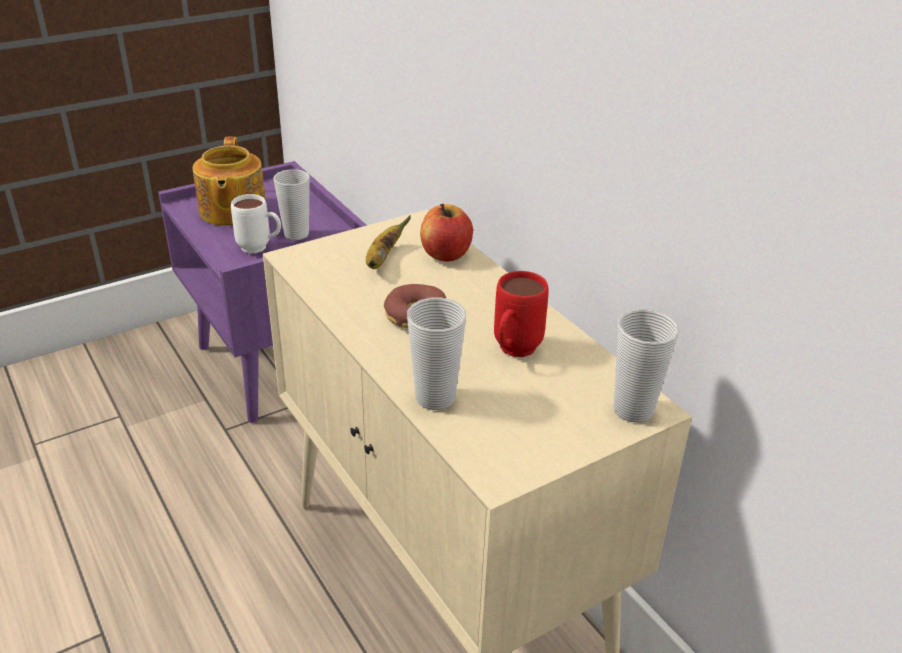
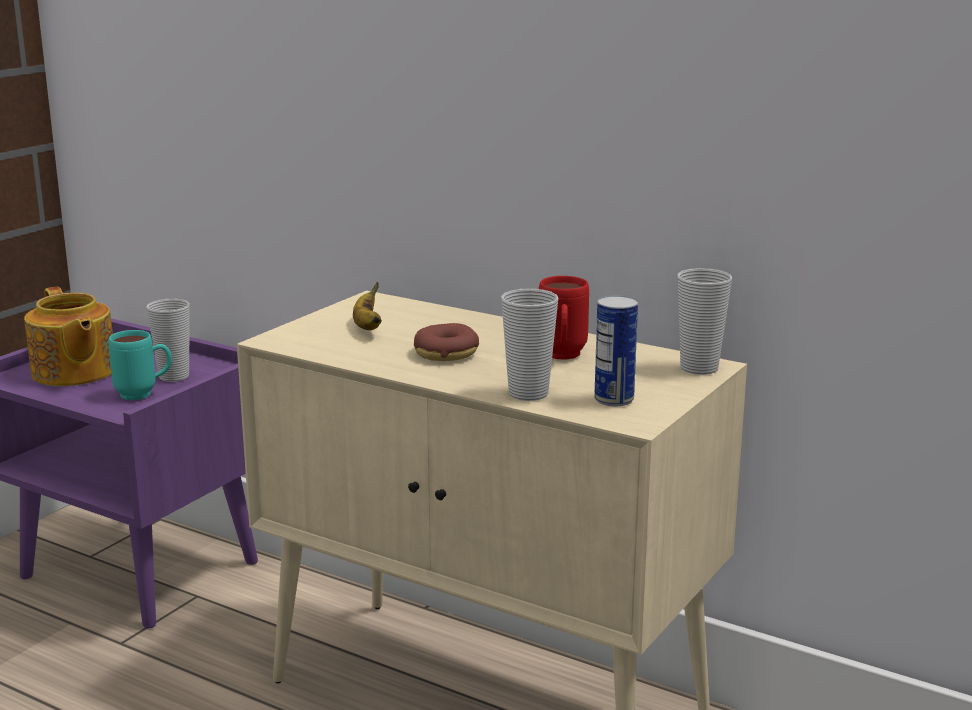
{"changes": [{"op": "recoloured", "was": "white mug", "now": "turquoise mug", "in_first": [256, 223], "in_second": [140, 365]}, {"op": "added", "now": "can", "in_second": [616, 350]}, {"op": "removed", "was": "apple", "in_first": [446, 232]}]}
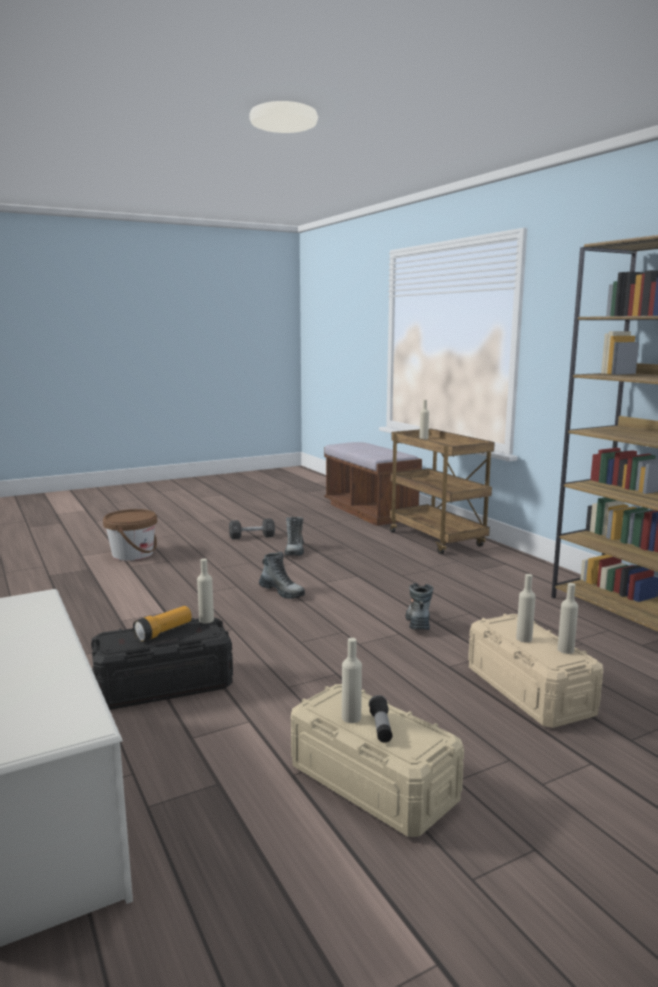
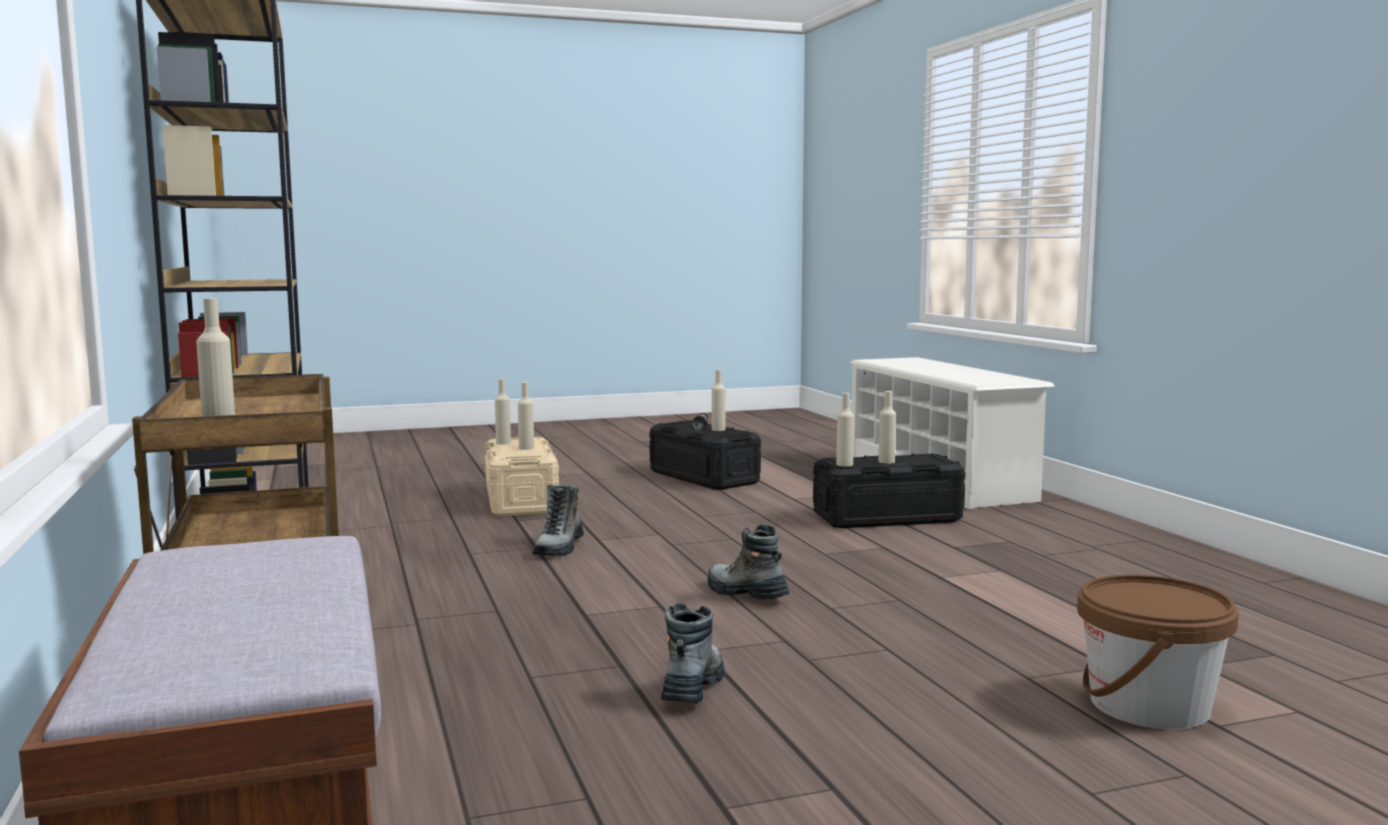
{"changes": [{"op": "recoloured", "was": "beige storage box", "now": "black storage box", "in_first": [377, 760], "in_second": [705, 455]}, {"op": "replaced", "was": "flashlight", "now": "beige bottle", "in_first": [162, 624], "in_second": [887, 427]}, {"op": "removed", "was": "black dumbbell", "in_first": [252, 528]}]}
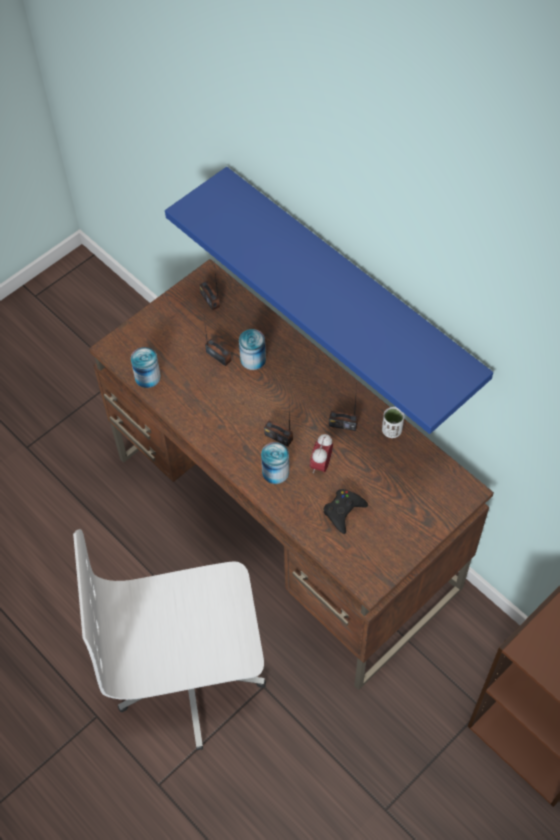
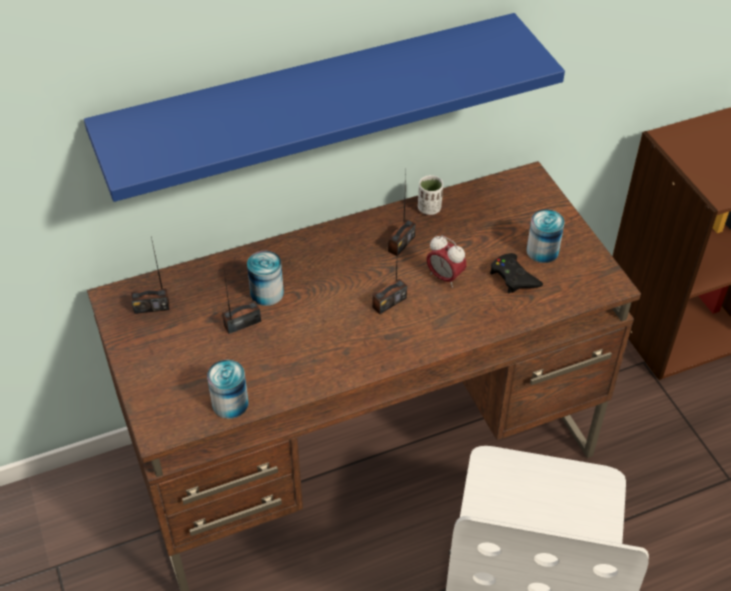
{"changes": [{"op": "moved", "was": "can", "in_first": [275, 463], "in_second": [545, 236]}]}
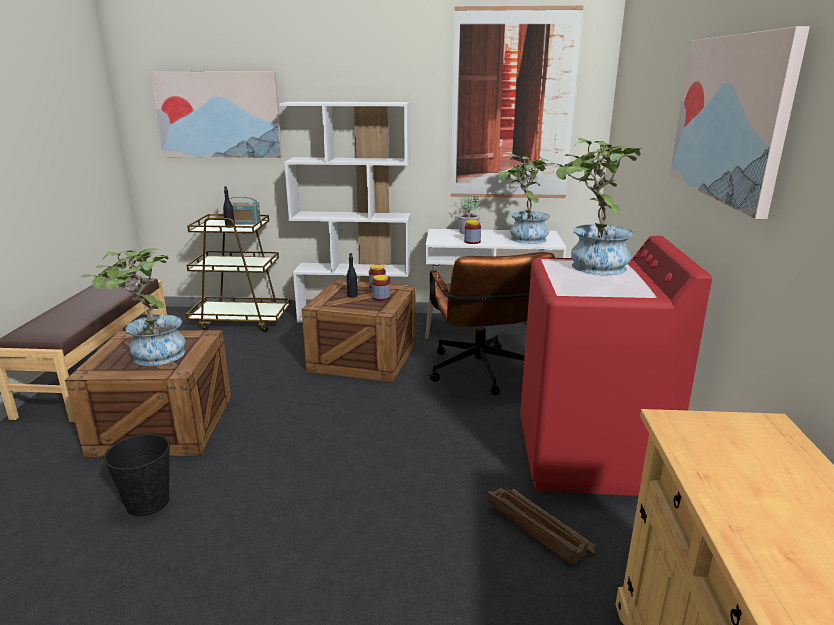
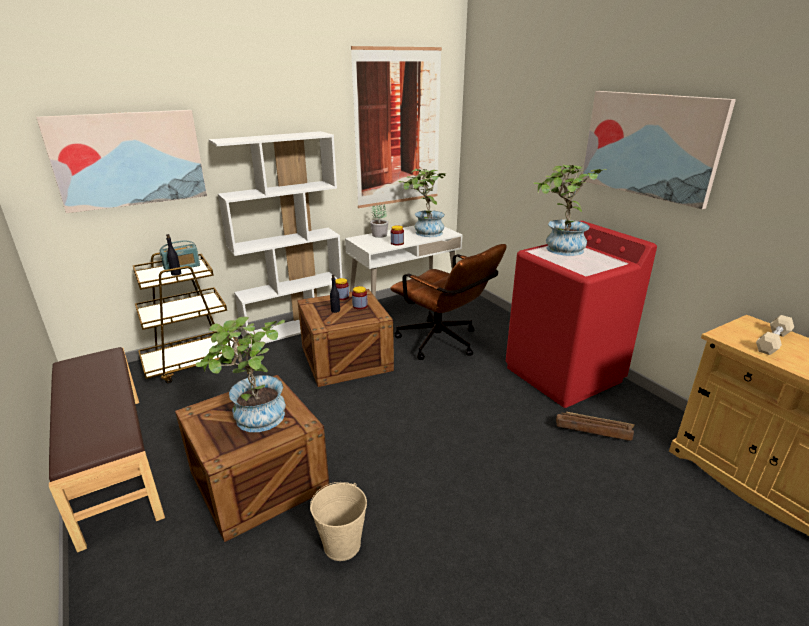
{"changes": [{"op": "recoloured", "was": "black bucket", "now": "beige bucket", "in_first": [136, 474], "in_second": [338, 521]}, {"op": "added", "now": "beige dumbbell", "in_second": [775, 335]}]}
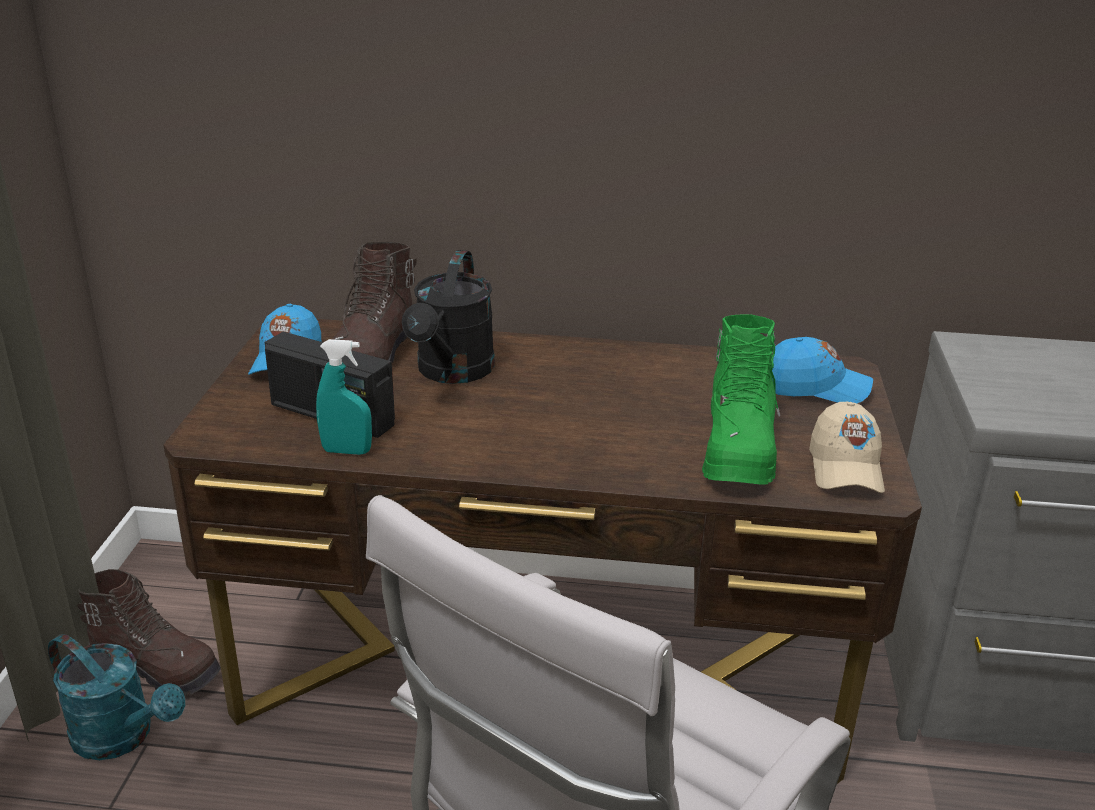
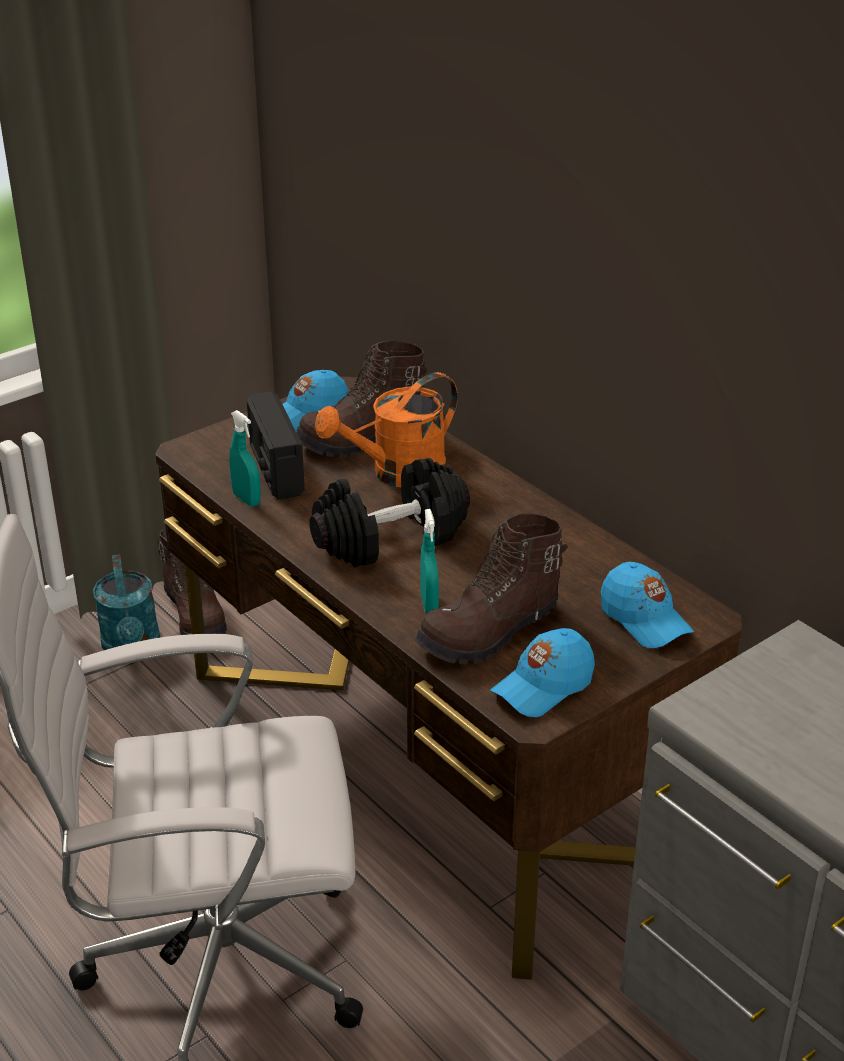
{"changes": [{"op": "added", "now": "black dumbbell", "in_second": [389, 513]}, {"op": "recoloured", "was": "black watering can", "now": "orange watering can", "in_first": [448, 317], "in_second": [386, 429]}, {"op": "recoloured", "was": "green boot", "now": "brown boot", "in_first": [741, 400], "in_second": [491, 588]}, {"op": "added", "now": "turquoise spray bottle", "in_second": [429, 561]}, {"op": "recoloured", "was": "beige cap", "now": "blue cap", "in_first": [847, 447], "in_second": [542, 672]}]}
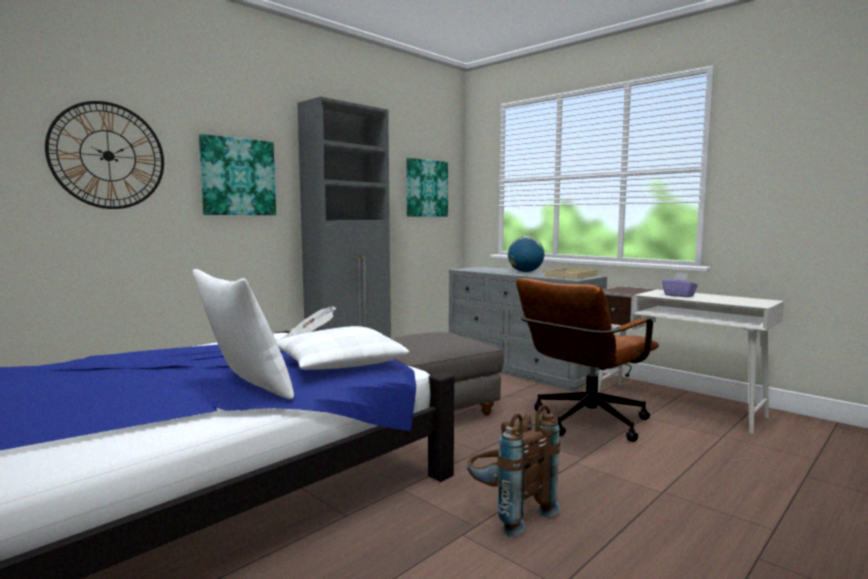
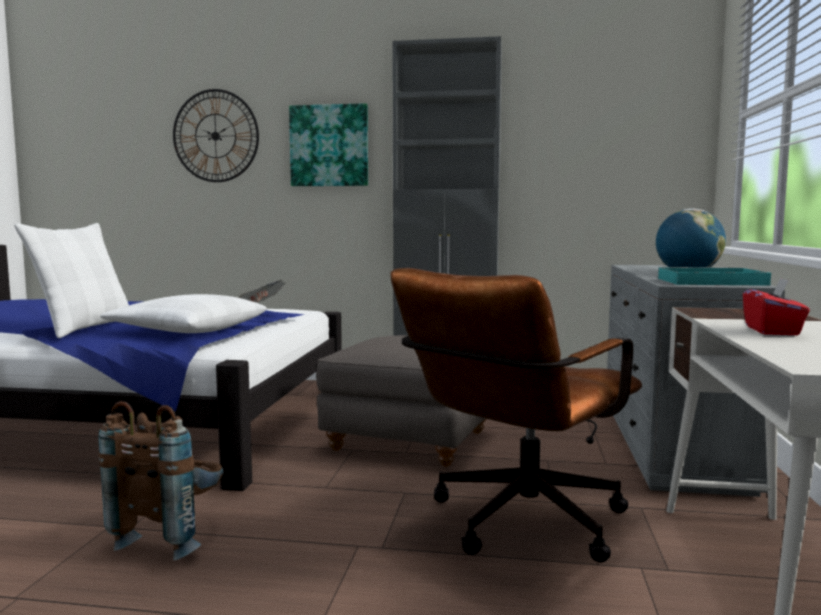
{"changes": [{"op": "turned", "was": "brown office chair", "in_first": [587, 360], "in_second": [516, 415], "clockwise": -60}, {"op": "recoloured", "was": "beige tray", "now": "turquoise tray", "in_first": [570, 273], "in_second": [714, 276]}, {"op": "recoloured", "was": "purple tissue box", "now": "red tissue box", "in_first": [680, 285], "in_second": [776, 306]}, {"op": "removed", "was": "picture", "in_first": [427, 187]}]}
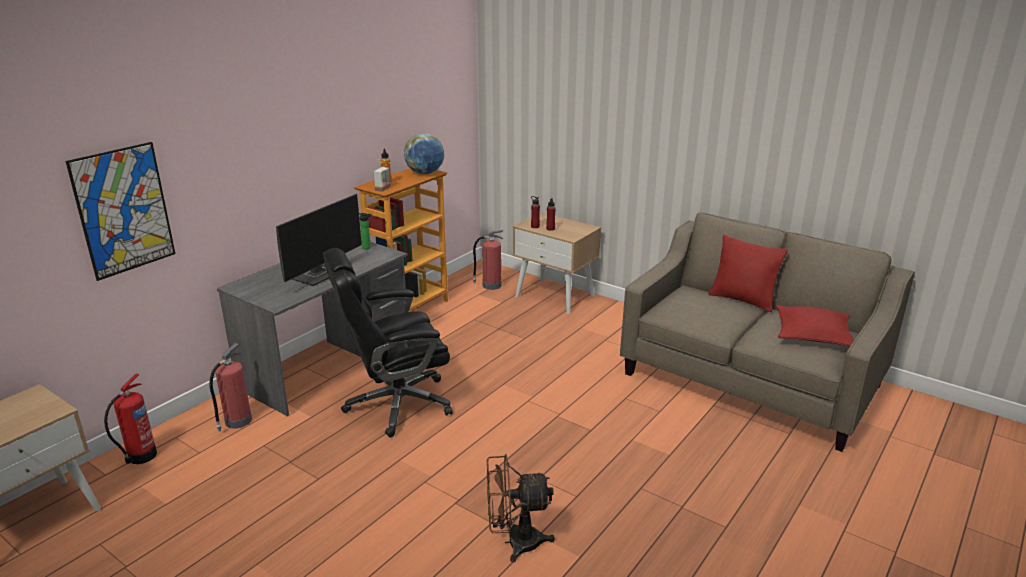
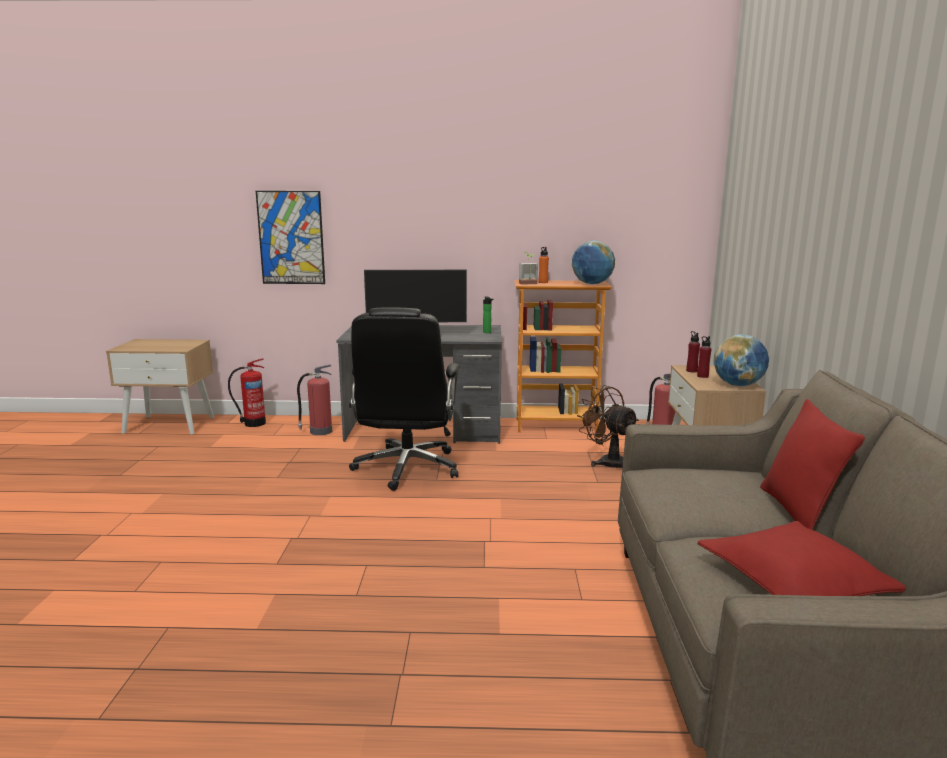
{"changes": [{"op": "turned", "was": "black office chair", "in_first": [388, 342], "in_second": [404, 399], "clockwise": -120}, {"op": "moved", "was": "brown fan", "in_first": [521, 508], "in_second": [608, 426]}, {"op": "added", "now": "globe", "in_second": [741, 360]}]}
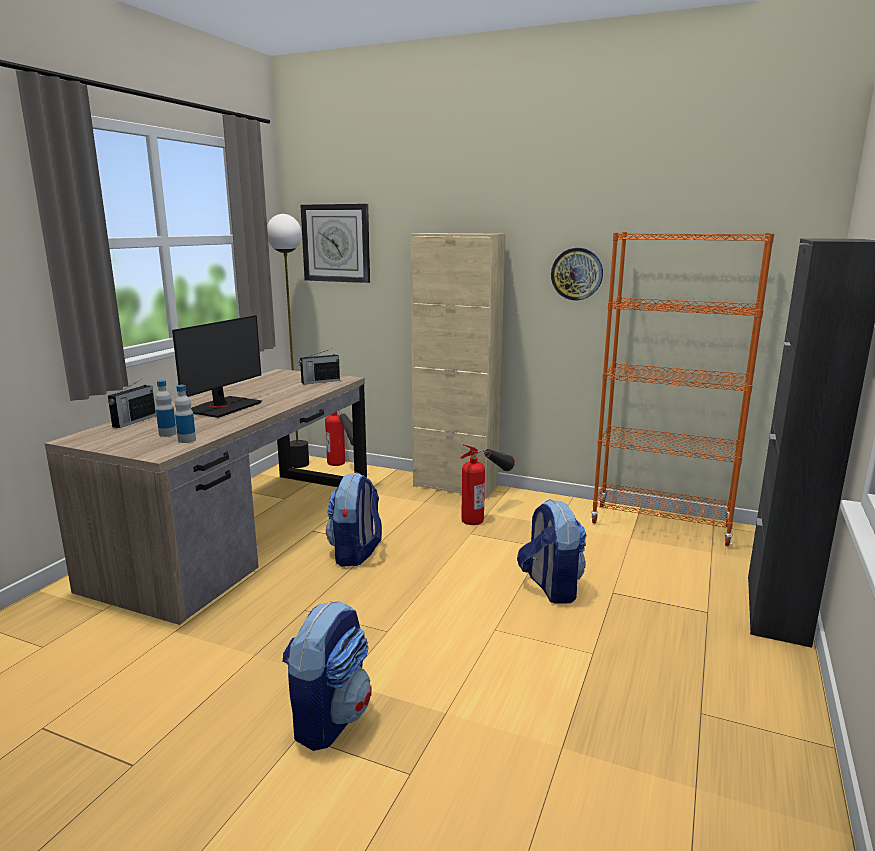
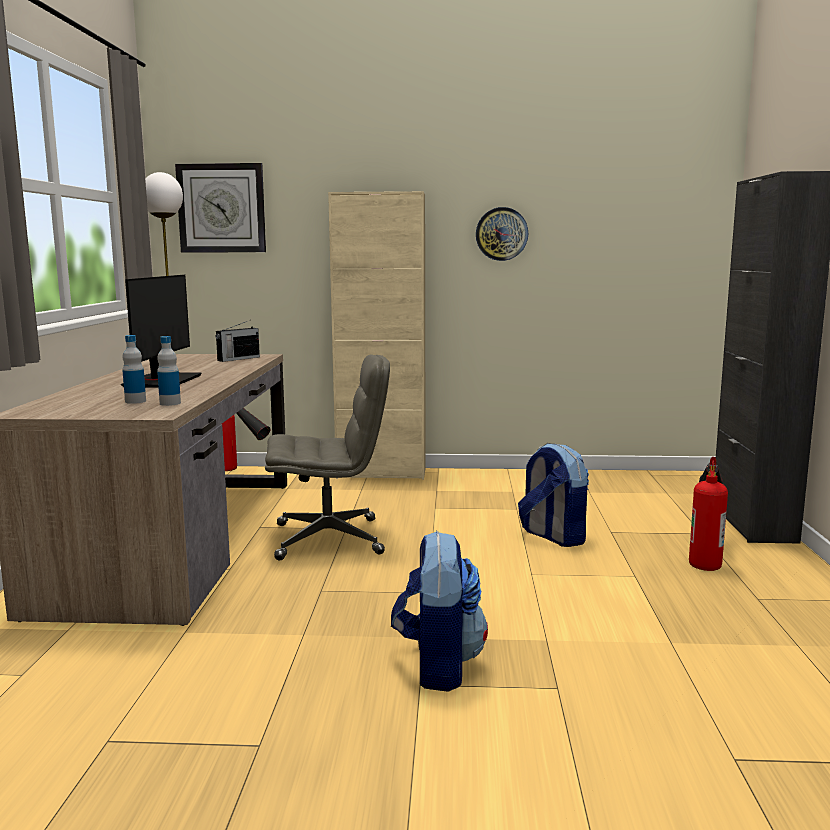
{"changes": [{"op": "replaced", "was": "backpack", "now": "grey office chair", "in_first": [354, 519], "in_second": [327, 458]}, {"op": "moved", "was": "fire extinguisher", "in_first": [487, 485], "in_second": [708, 514]}, {"op": "removed", "was": "radio", "in_first": [132, 403]}, {"op": "removed", "was": "orange bookcase", "in_first": [682, 389]}]}
